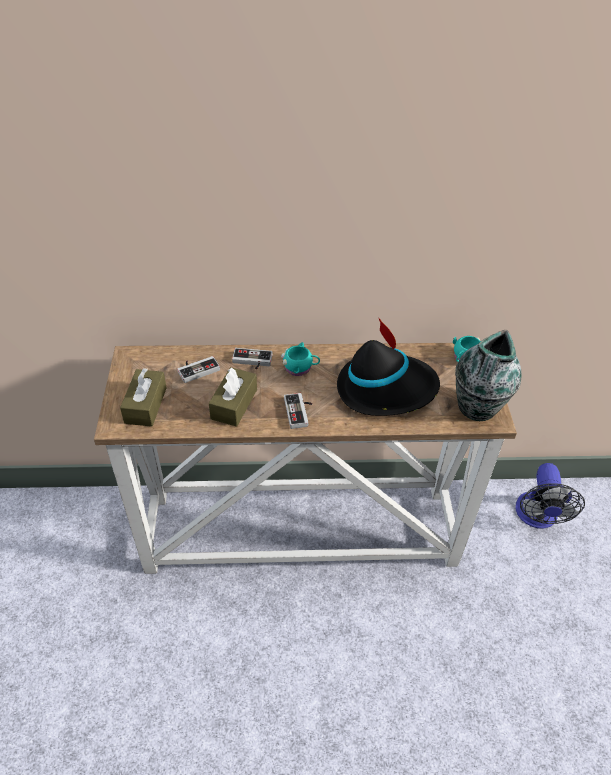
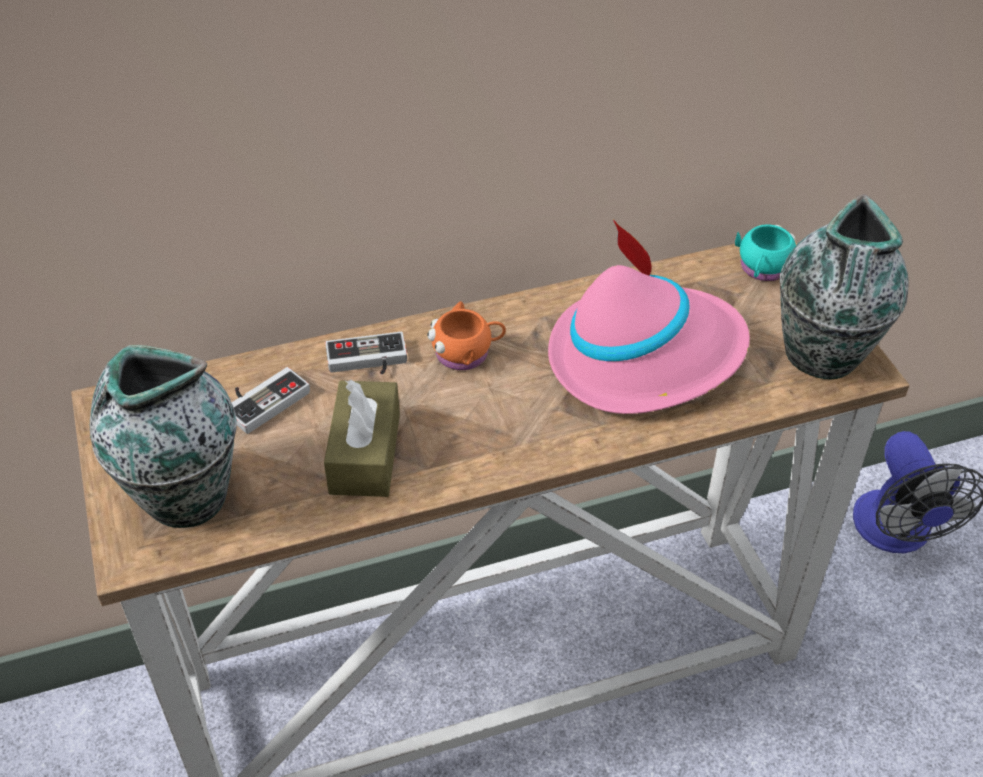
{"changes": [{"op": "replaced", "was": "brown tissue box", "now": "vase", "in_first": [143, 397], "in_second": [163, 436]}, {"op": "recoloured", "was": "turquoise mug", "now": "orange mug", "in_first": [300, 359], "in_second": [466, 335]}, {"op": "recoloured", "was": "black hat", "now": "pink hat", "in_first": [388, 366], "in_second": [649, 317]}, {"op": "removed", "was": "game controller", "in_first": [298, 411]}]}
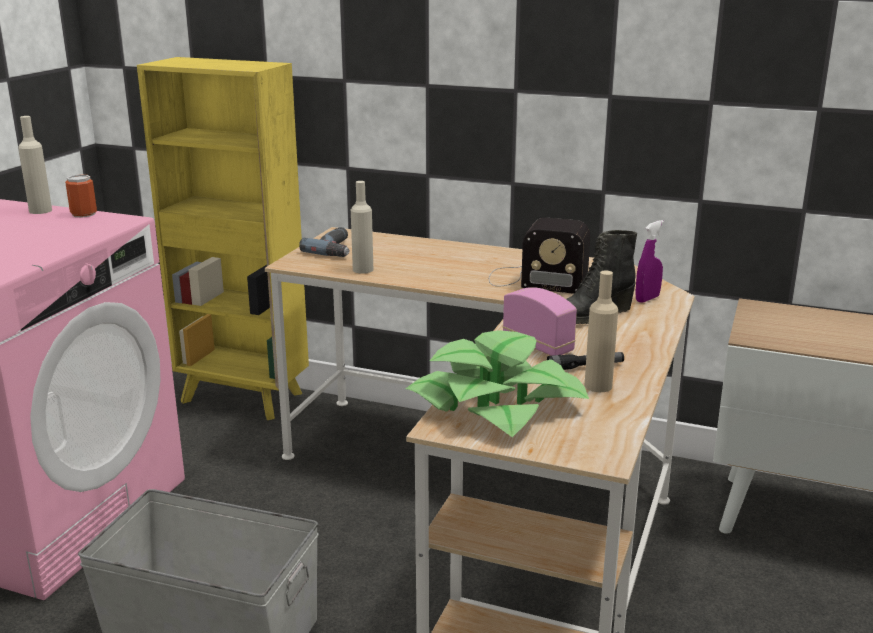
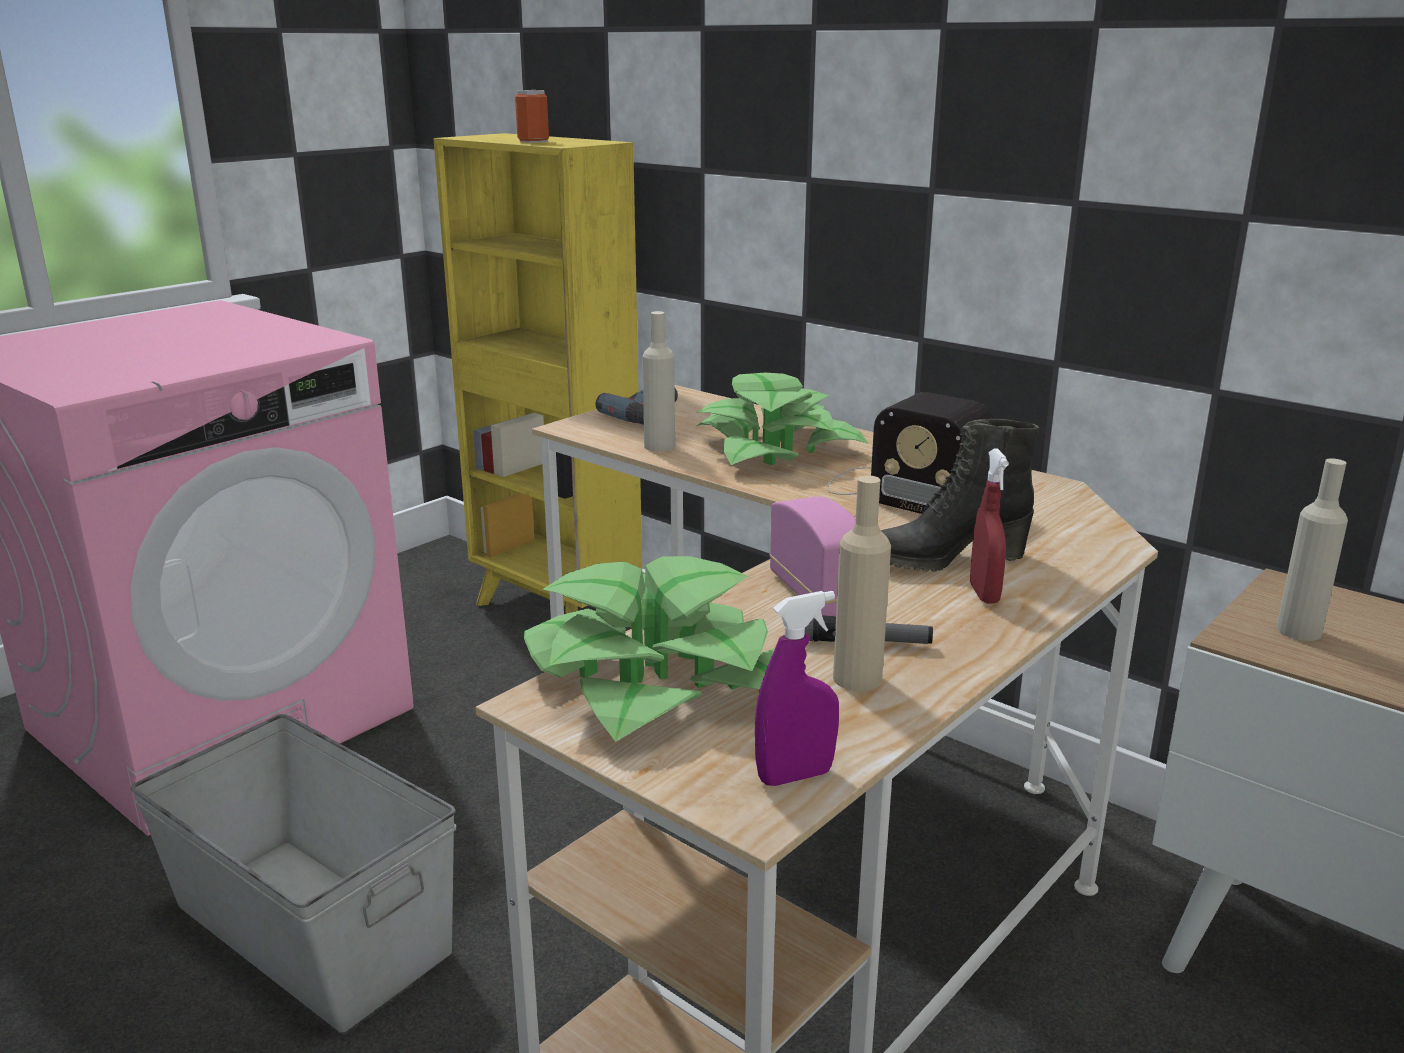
{"changes": [{"op": "moved", "was": "can", "in_first": [81, 196], "in_second": [532, 116]}, {"op": "added", "now": "potted plant", "in_second": [782, 419]}, {"op": "moved", "was": "purple spray bottle", "in_first": [649, 261], "in_second": [797, 688]}, {"op": "added", "now": "red spray bottle", "in_second": [989, 526]}, {"op": "moved", "was": "beige bottle", "in_first": [35, 165], "in_second": [1312, 549]}]}
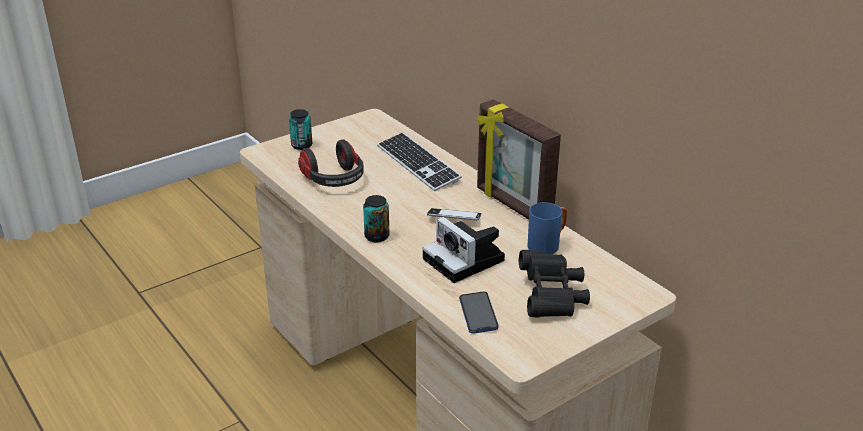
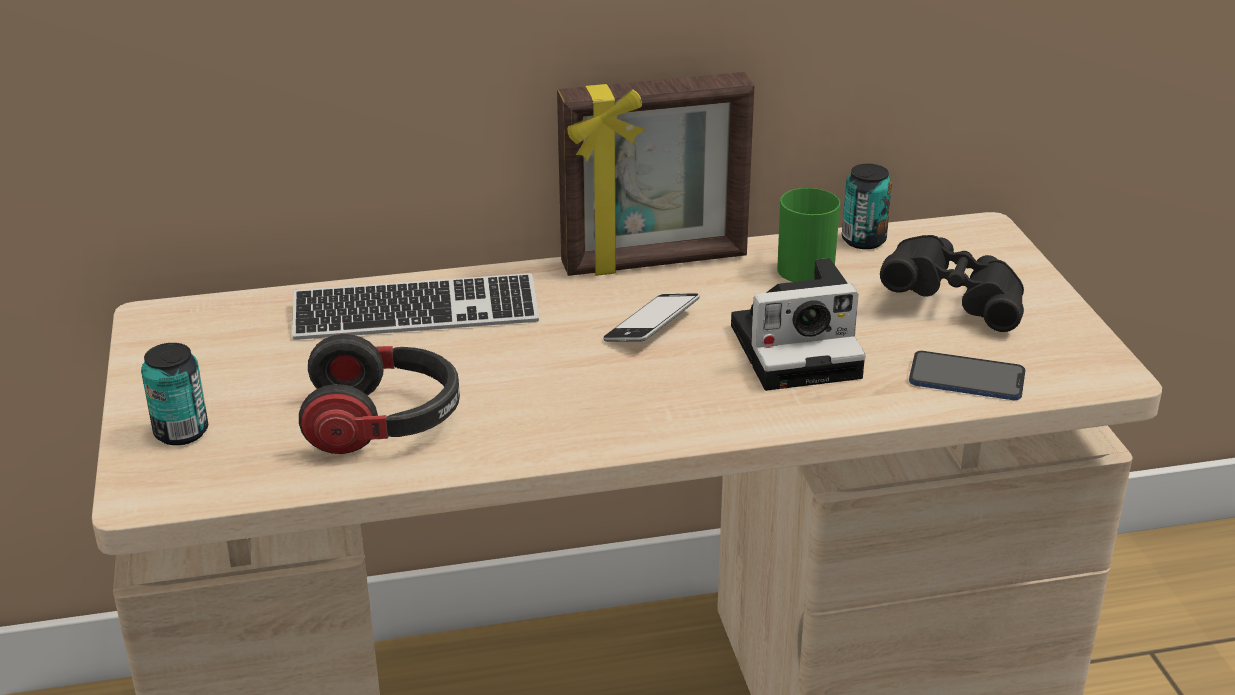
{"changes": [{"op": "recoloured", "was": "blue mug", "now": "green mug", "in_first": [547, 228], "in_second": [808, 235]}, {"op": "moved", "was": "can", "in_first": [376, 218], "in_second": [867, 206]}]}
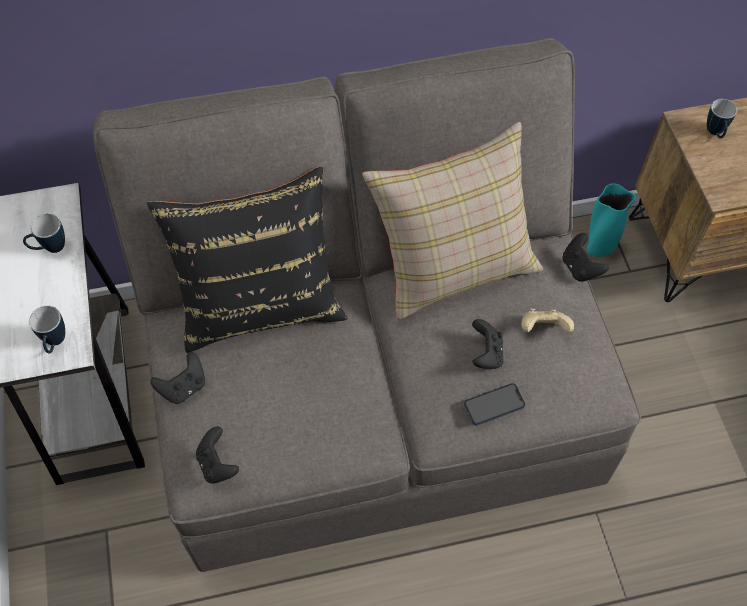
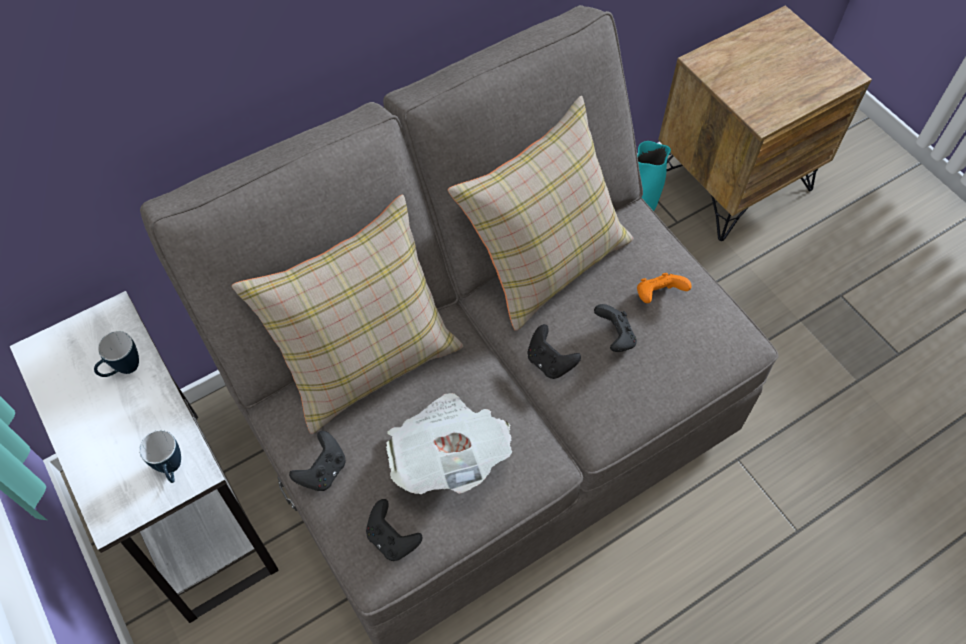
{"changes": [{"op": "recoloured", "was": "black pillow", "now": "beige pillow", "in_first": [247, 259], "in_second": [348, 314]}, {"op": "added", "now": "newspaper", "in_second": [449, 443]}, {"op": "moved", "was": "black game controller", "in_first": [585, 257], "in_second": [554, 351]}, {"op": "recoloured", "was": "beige game controller", "now": "orange game controller", "in_first": [547, 320], "in_second": [664, 288]}, {"op": "removed", "was": "phone", "in_first": [494, 404]}, {"op": "removed", "was": "mug", "in_first": [722, 119]}]}
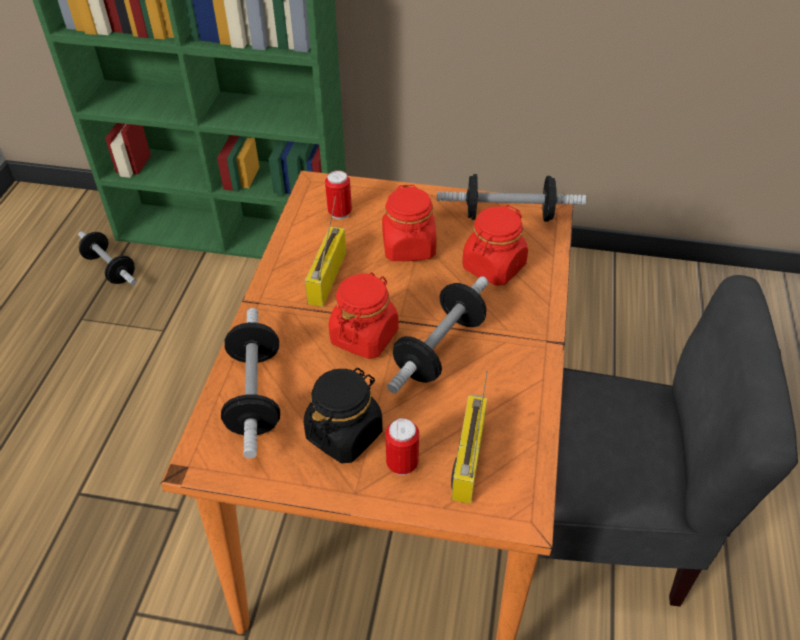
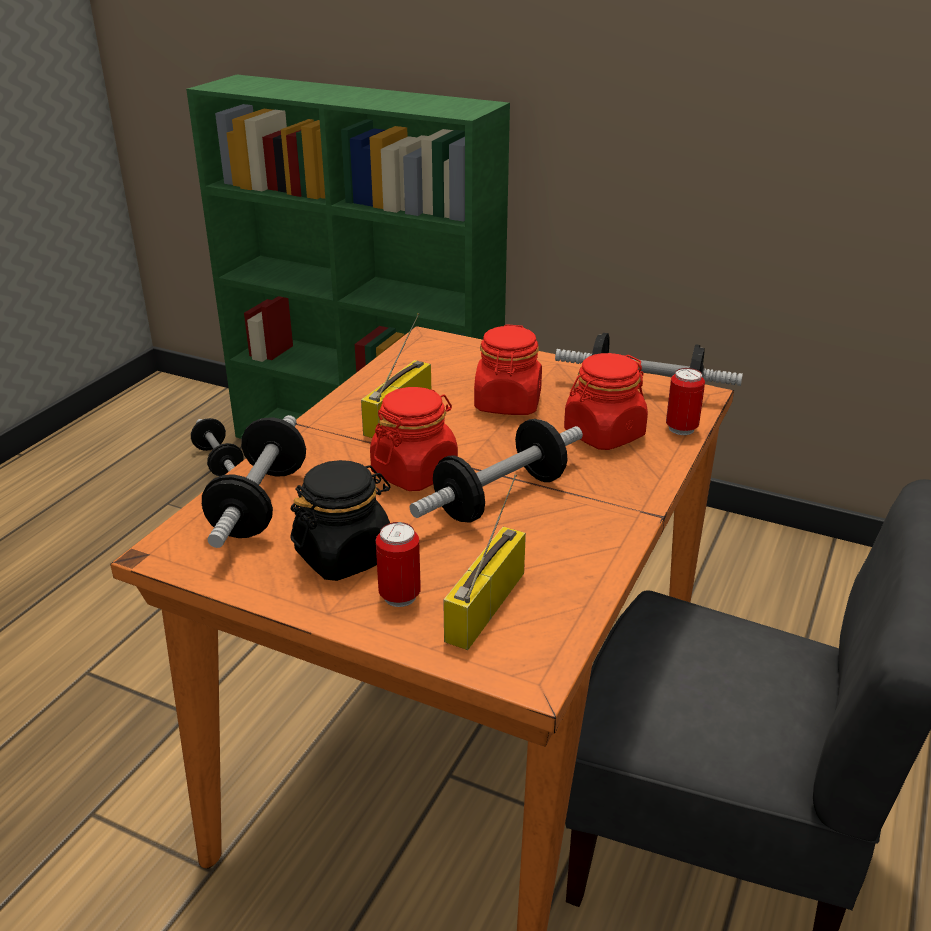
{"changes": [{"op": "moved", "was": "can", "in_first": [338, 194], "in_second": [685, 401]}]}
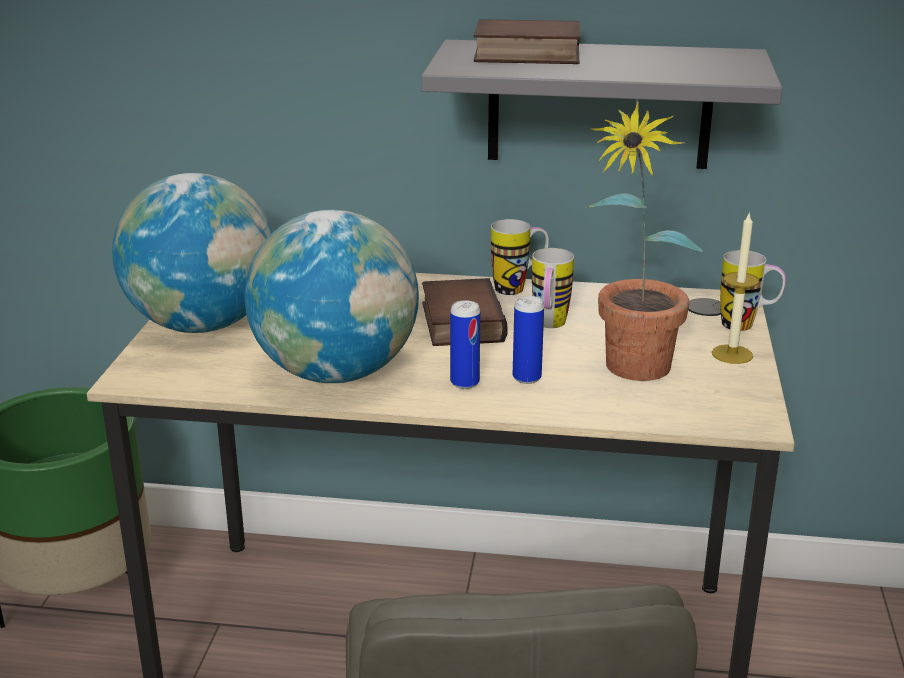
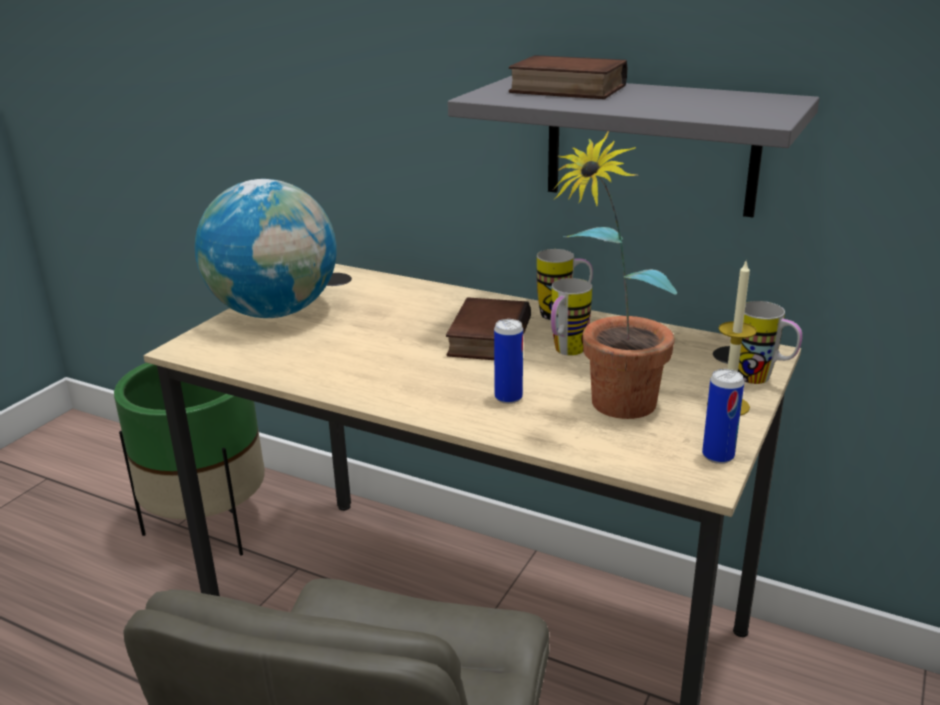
{"changes": [{"op": "moved", "was": "can", "in_first": [465, 344], "in_second": [723, 416]}, {"op": "removed", "was": "globe", "in_first": [332, 296]}]}
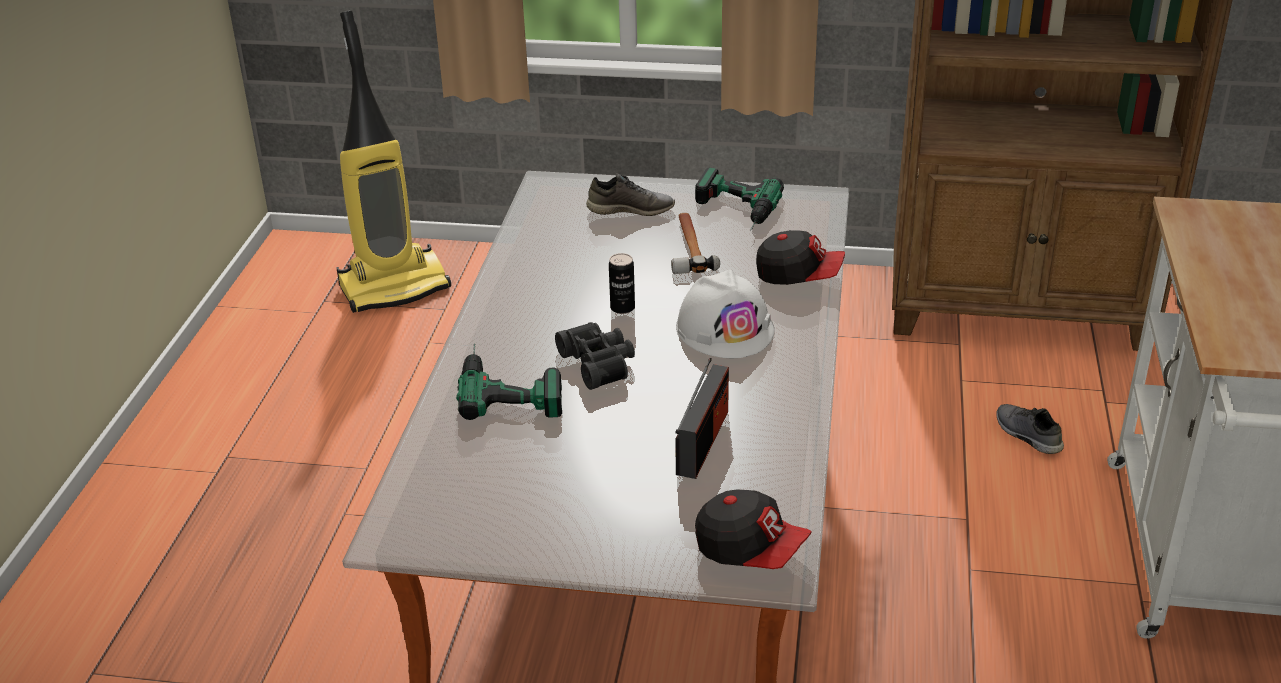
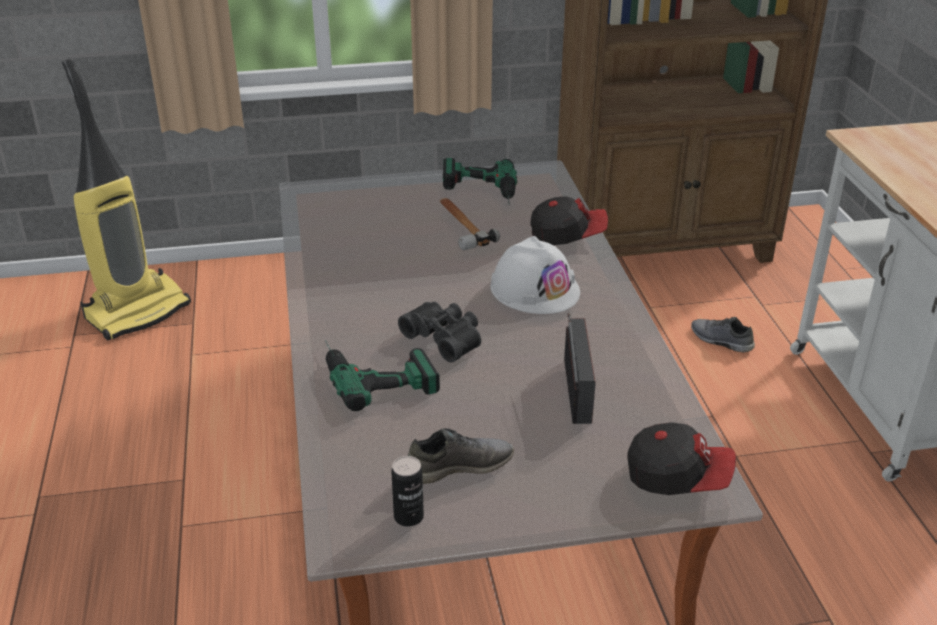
{"changes": [{"op": "moved", "was": "can", "in_first": [622, 283], "in_second": [407, 491]}, {"op": "moved", "was": "grey shoe", "in_first": [630, 194], "in_second": [461, 456]}]}
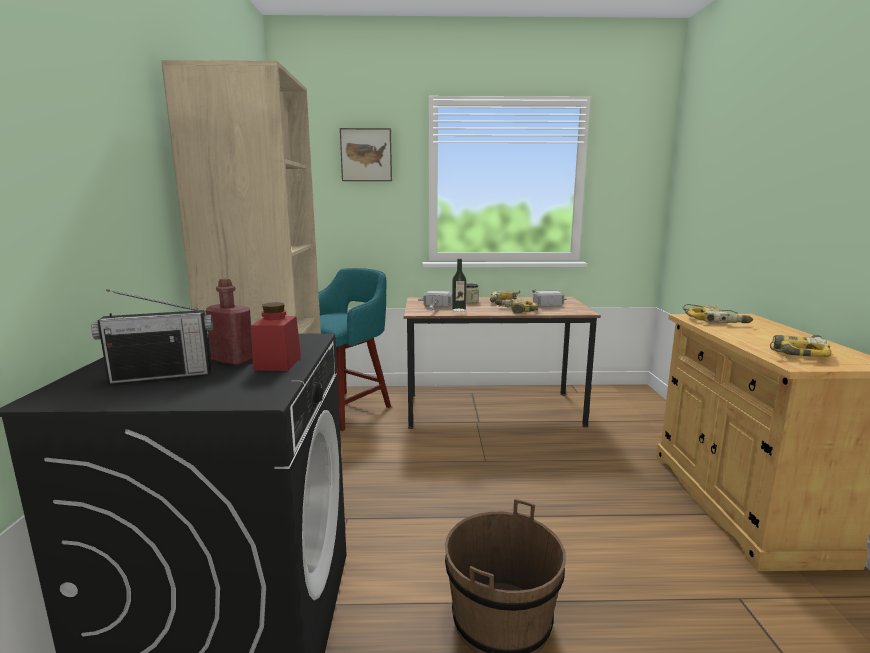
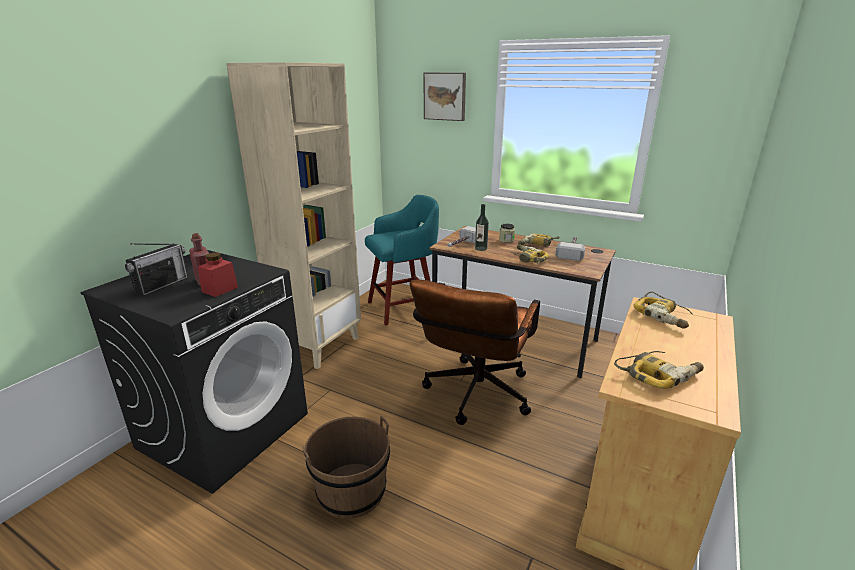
{"changes": [{"op": "turned", "was": "radio", "in_first": [152, 336], "in_second": [156, 269], "clockwise": -75}, {"op": "added", "now": "brown office chair", "in_second": [475, 352]}]}
